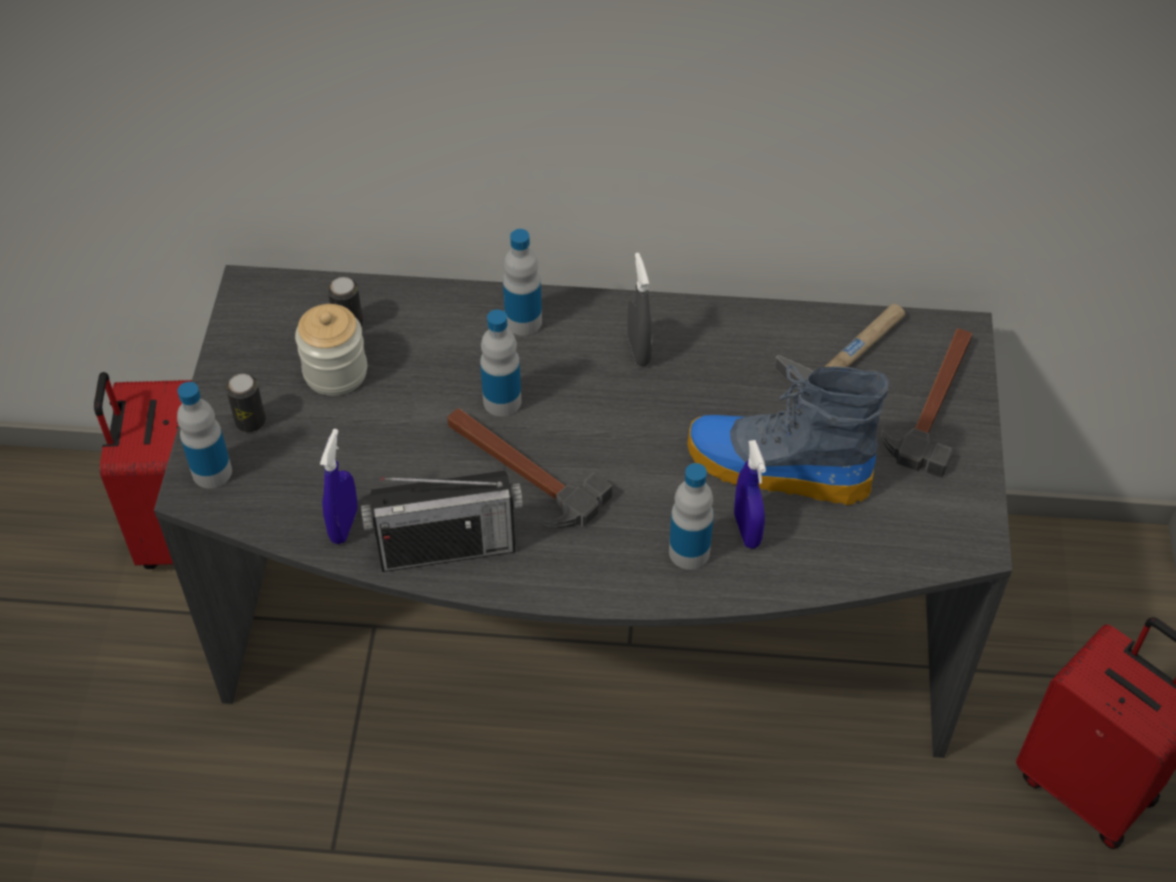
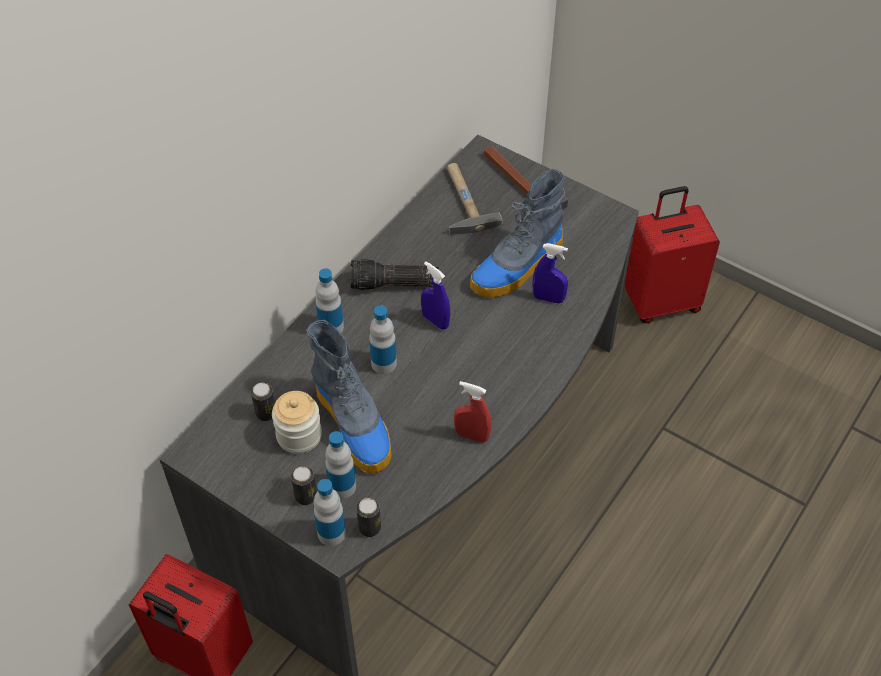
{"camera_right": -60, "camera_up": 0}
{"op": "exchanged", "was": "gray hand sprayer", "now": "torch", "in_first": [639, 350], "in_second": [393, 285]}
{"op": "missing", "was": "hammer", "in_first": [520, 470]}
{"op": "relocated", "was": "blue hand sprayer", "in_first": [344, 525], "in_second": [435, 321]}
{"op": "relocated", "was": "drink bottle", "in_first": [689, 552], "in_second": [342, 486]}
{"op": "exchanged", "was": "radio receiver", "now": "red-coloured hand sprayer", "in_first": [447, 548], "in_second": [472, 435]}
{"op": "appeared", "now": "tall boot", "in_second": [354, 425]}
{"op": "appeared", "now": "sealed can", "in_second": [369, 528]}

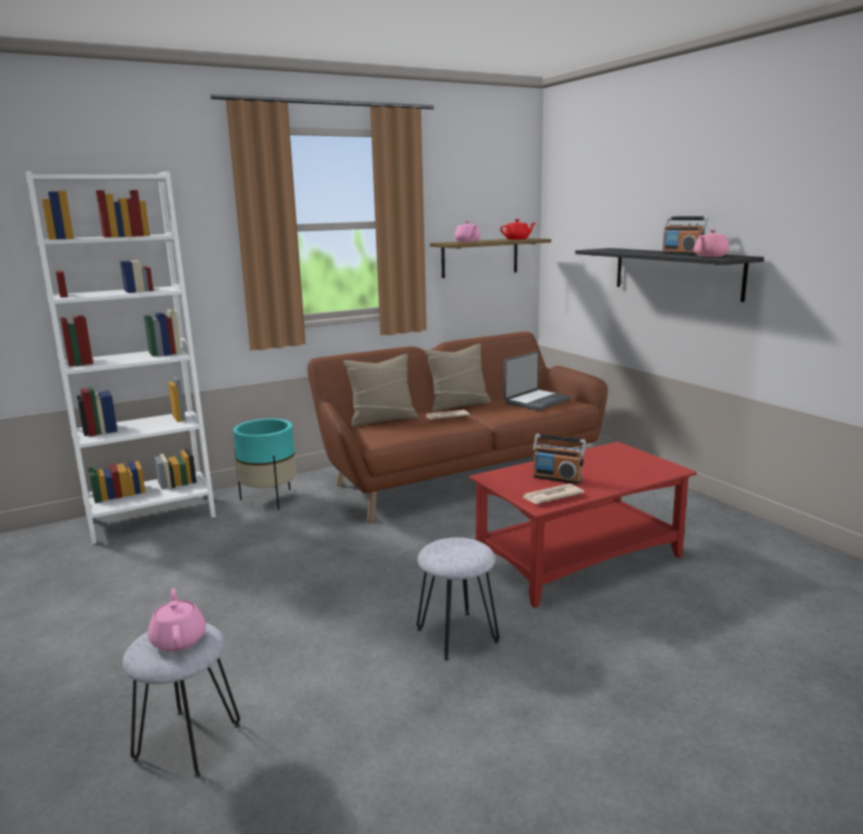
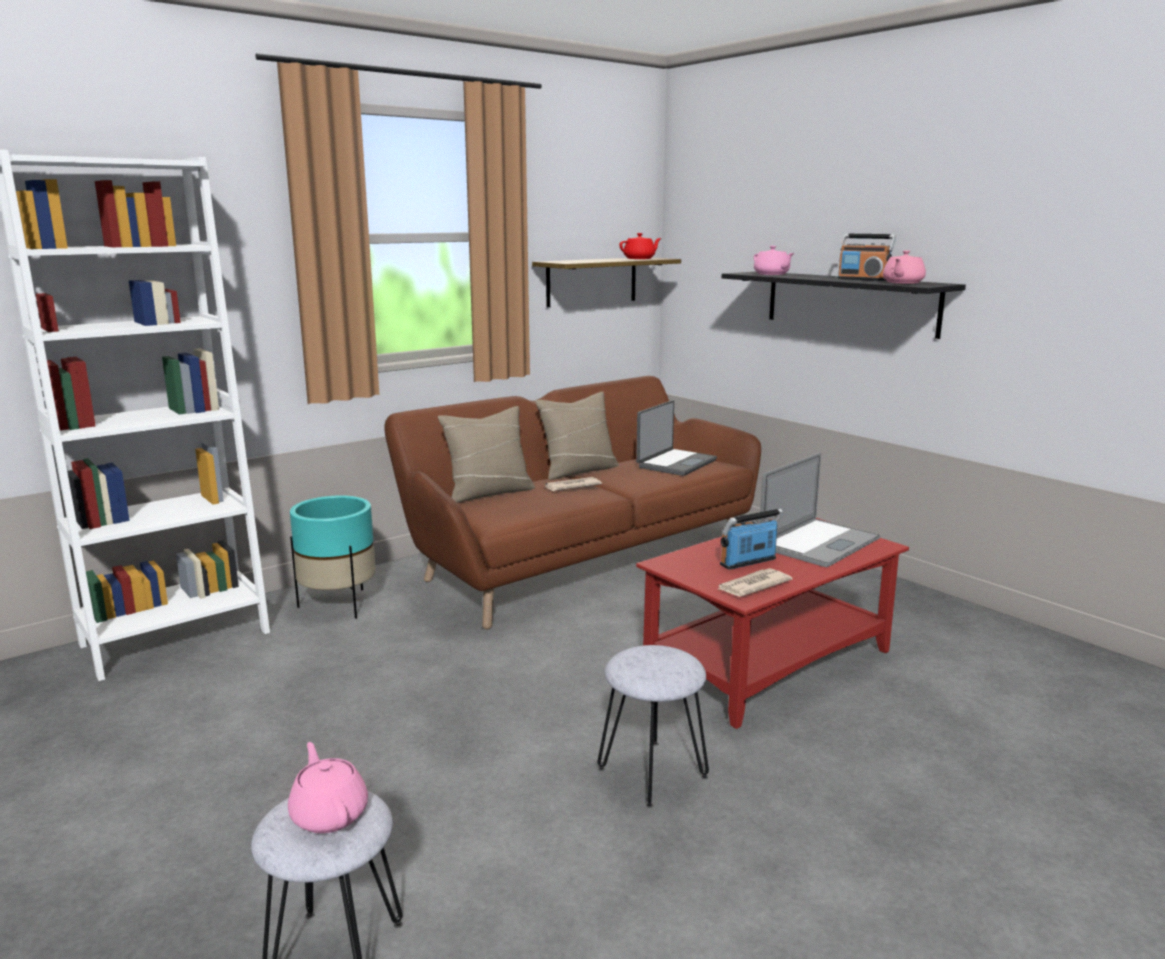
{"camera_right": -10, "camera_up": 0}
{"op": "relocated", "was": "pink-coloured teapot", "in_first": [467, 241], "in_second": [771, 274]}
{"op": "spun", "was": "radio receiver", "in_first": [557, 478], "in_second": [748, 562], "clockwise": 135}
{"op": "appeared", "now": "portable computer", "in_second": [819, 543]}

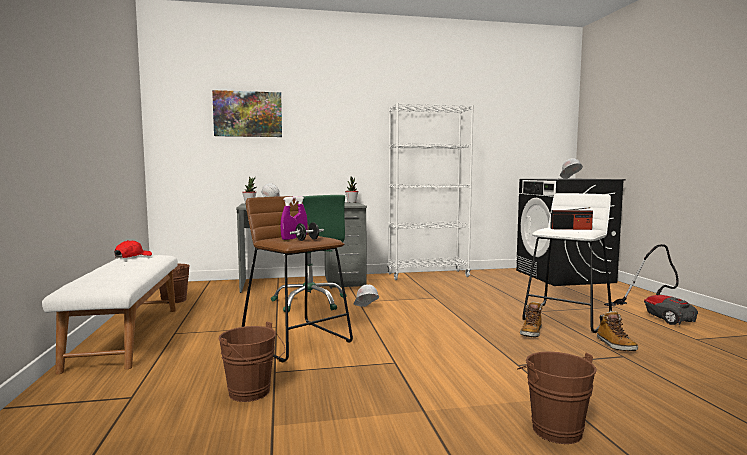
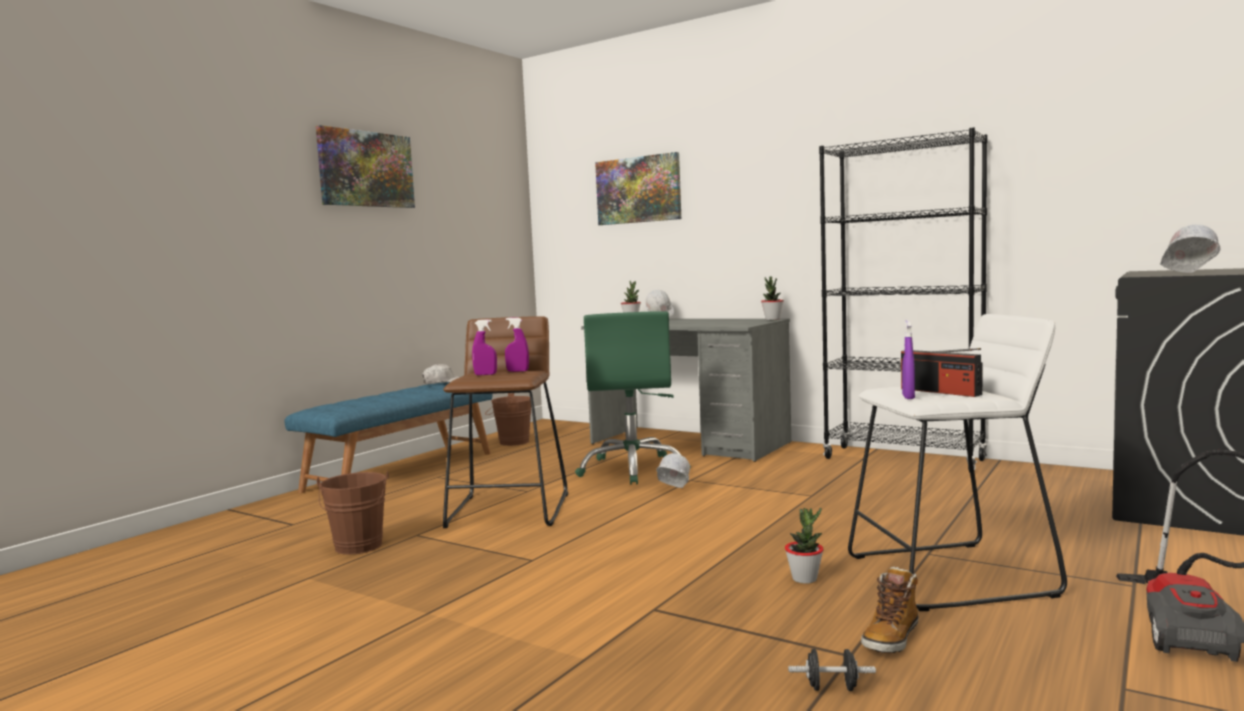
{"camera_right": 45, "camera_up": 0}
{"op": "colour", "was": "white-coloured bookshelf", "now": "black-coloured bookshelf", "in_first": [428, 275], "in_second": [904, 459]}
{"op": "relocated", "was": "black-coloured hand weight", "in_first": [307, 240], "in_second": [832, 688]}
{"op": "colour", "was": "red-coloured cap", "now": "white-coloured cap", "in_first": [133, 256], "in_second": [443, 383]}
{"op": "colour", "was": "white-coloured long seat", "now": "blue long seat", "in_first": [125, 336], "in_second": [401, 471]}
{"op": "exchanged", "was": "tall boot", "now": "potted plant", "in_first": [531, 333], "in_second": [804, 579]}
{"op": "missing", "was": "brownish pail", "in_first": [553, 428]}
{"op": "appeared", "now": "wall picture", "in_second": [366, 169]}
{"op": "appeared", "now": "purplish hand sprayer", "in_second": [908, 397]}

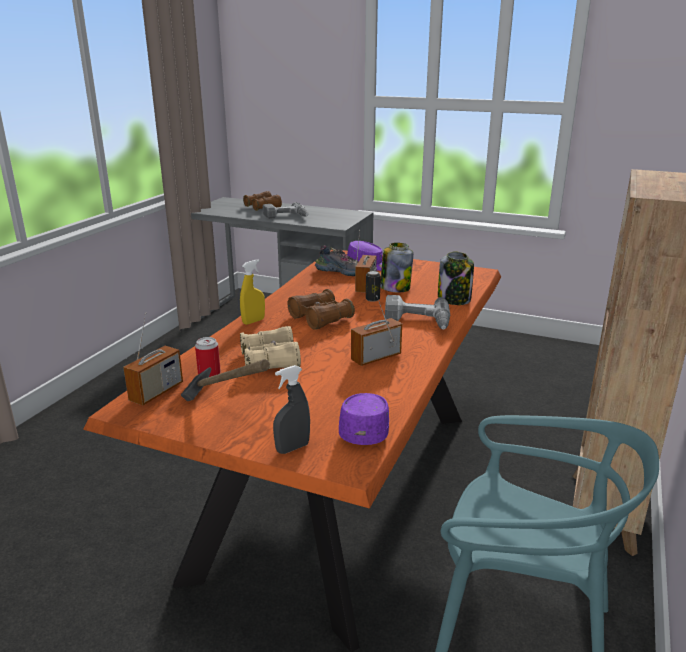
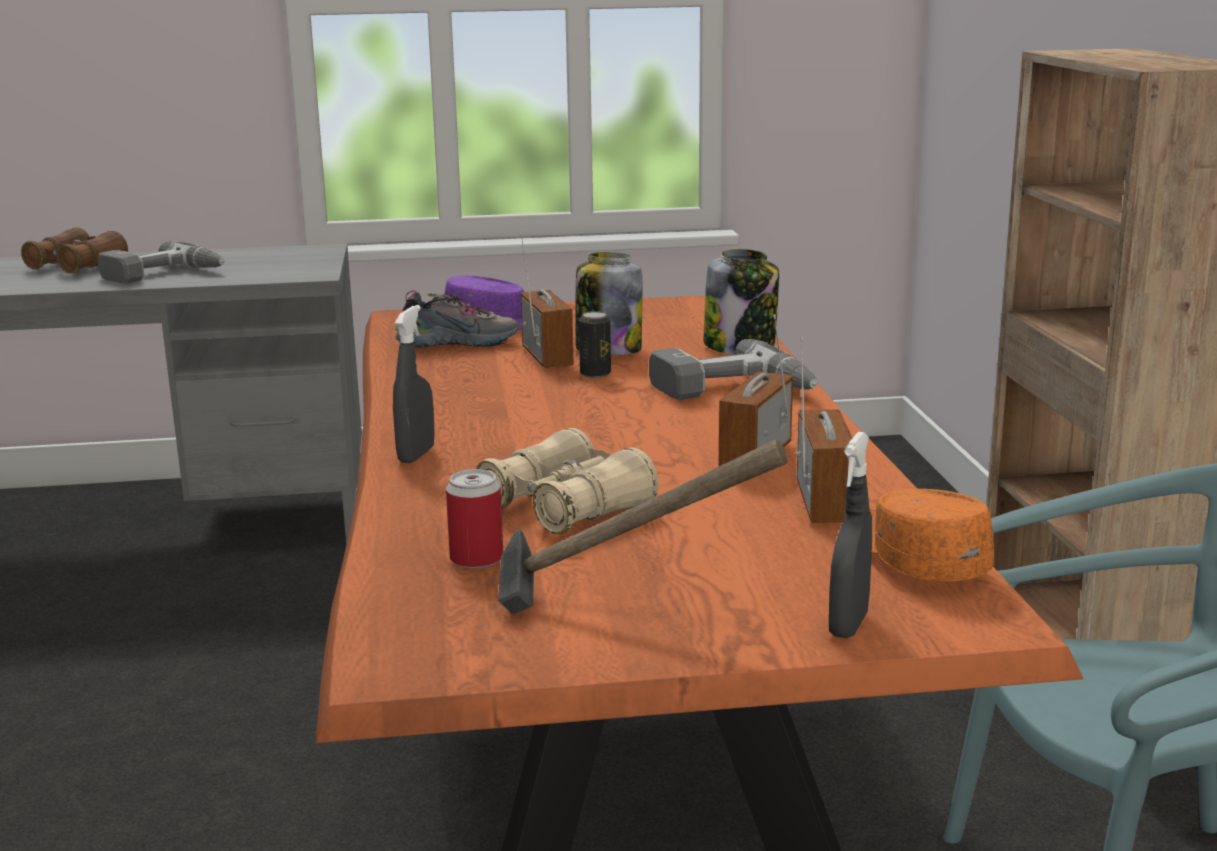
{"camera_right": -30, "camera_up": -5}
{"op": "colour", "was": "yellowish hand sprayer", "now": "gray hand sprayer", "in_first": [253, 321], "in_second": [416, 455]}
{"op": "missing", "was": "brownish pair of binoculars", "in_first": [320, 318]}
{"op": "relocated", "was": "radio receiver", "in_first": [156, 392], "in_second": [824, 503]}
{"op": "colour", "was": "purplish cap", "now": "orange-coloured cap", "in_first": [365, 429], "in_second": [921, 562]}

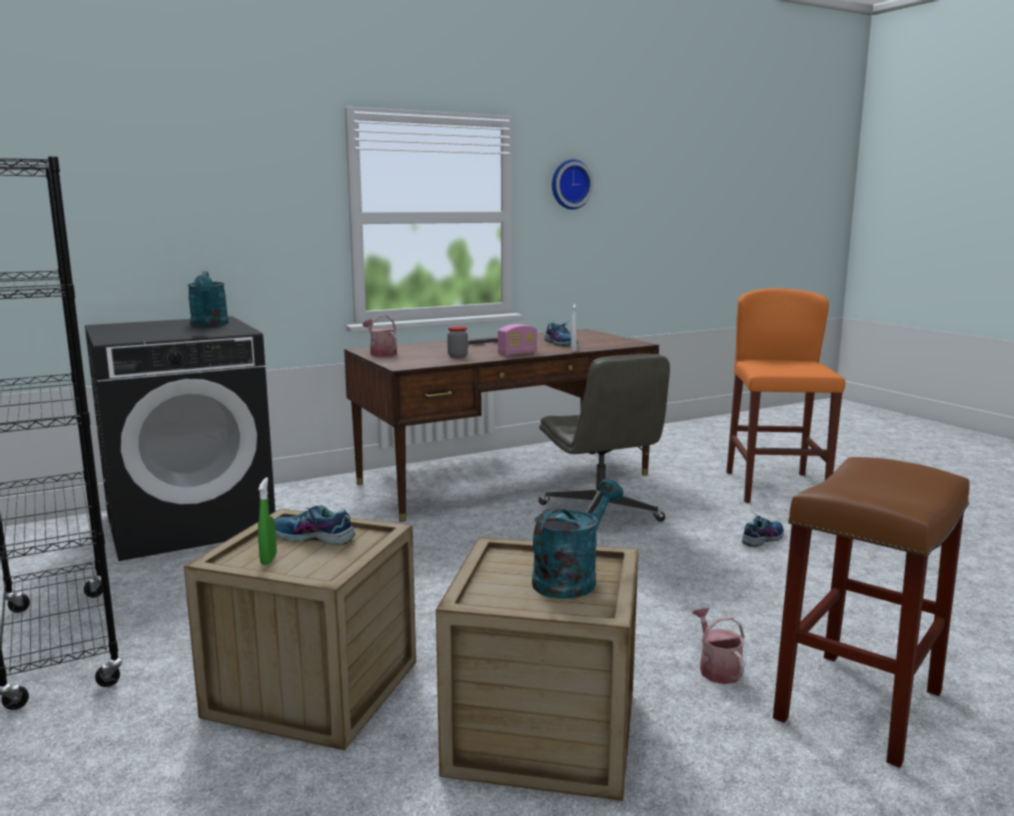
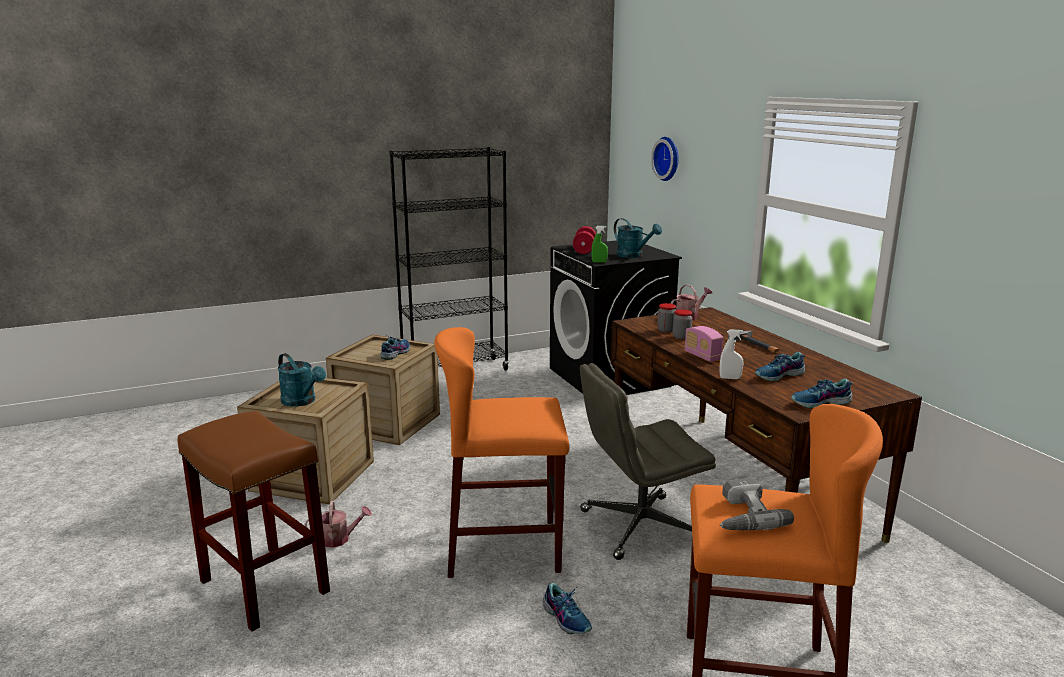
{"camera_right": 95, "camera_up": 5}
{"op": "relocated", "was": "hanging clock", "in_first": [570, 184], "in_second": [668, 158]}
{"op": "spun", "was": "blue-green sprinkling can", "in_first": [209, 324], "in_second": [633, 256], "clockwise": -120}
{"op": "relocated", "was": "greenish hand sprayer", "in_first": [268, 559], "in_second": [599, 262]}
{"op": "appeared", "now": "red-coloured hand weight", "in_second": [584, 250]}
{"op": "appeared", "now": "jar", "in_second": [666, 330]}
{"op": "appeared", "now": "orange-coloured stool seat", "in_second": [503, 547]}
{"op": "appeared", "now": "item of footwear", "in_second": [821, 403]}
{"op": "appeared", "now": "power drill", "in_second": [742, 515]}

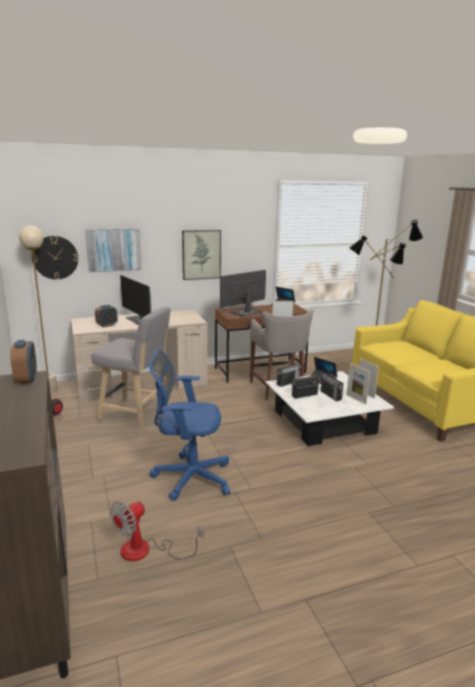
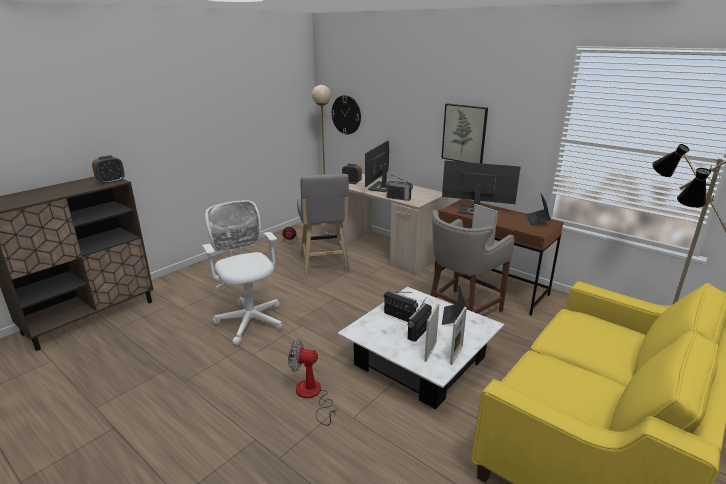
{"camera_right": 60, "camera_up": 5}
{"op": "missing", "was": "wall picture", "in_first": [113, 249]}
{"op": "colour", "was": "blue desk chair", "now": "white-coloured desk chair", "in_first": [189, 477], "in_second": [249, 319]}
{"op": "relocated", "was": "radio receiver", "in_first": [287, 383], "in_second": [398, 198]}
{"op": "relocated", "was": "cooling fan", "in_first": [146, 551], "in_second": [312, 395]}

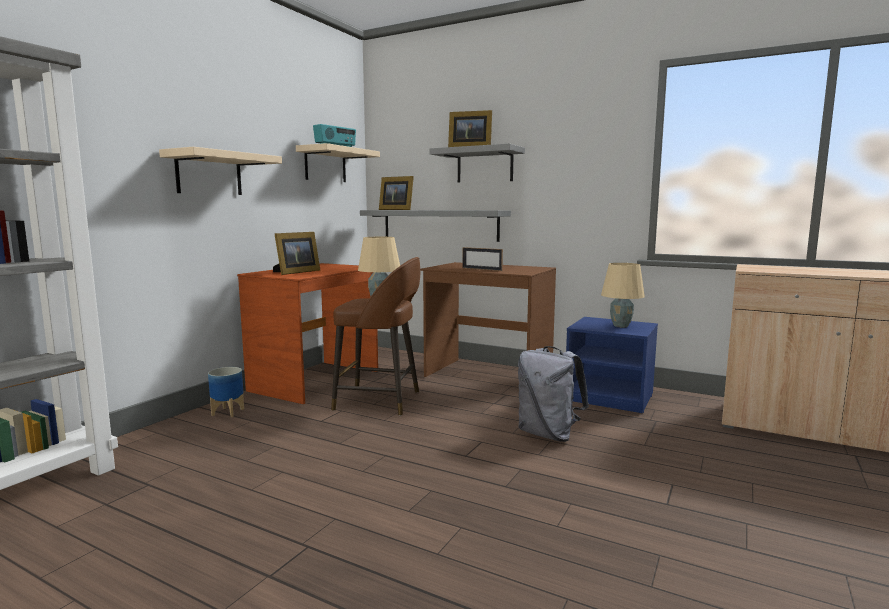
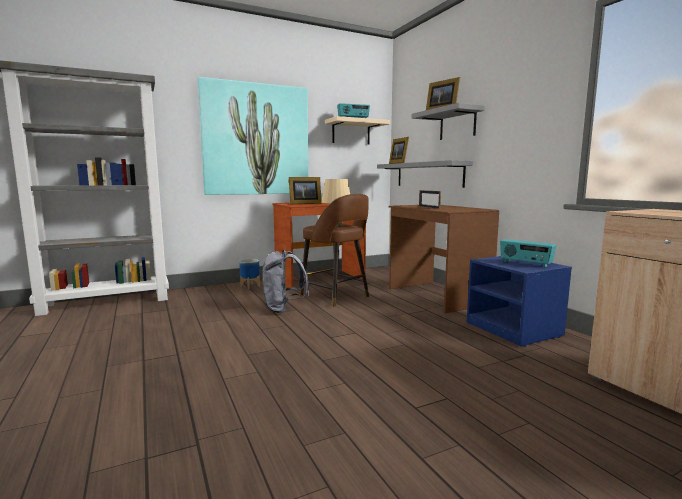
{"camera_right": 35, "camera_up": 0}
{"op": "exchanged", "was": "beige-coloured shelf", "now": "wall picture", "in_first": [209, 174], "in_second": [256, 140]}
{"op": "exchanged", "was": "beige-coloured table lamp", "now": "radio receiver", "in_first": [621, 325], "in_second": [525, 263]}
{"op": "relocated", "was": "gray backpack", "in_first": [548, 434], "in_second": [283, 309]}

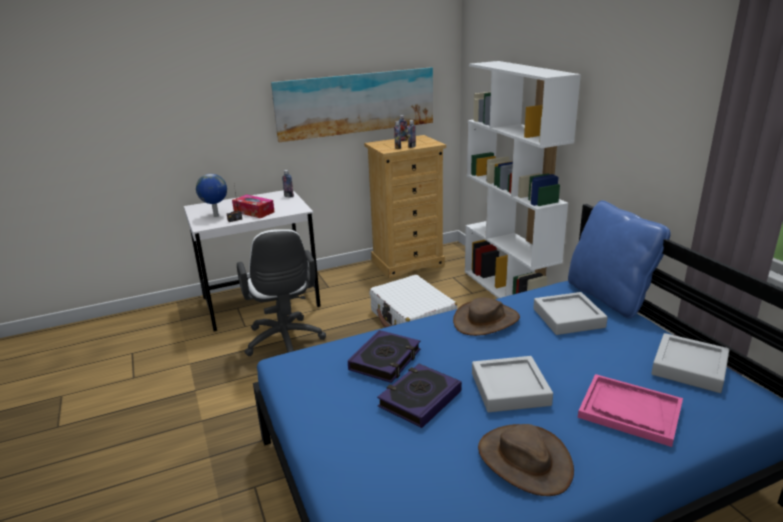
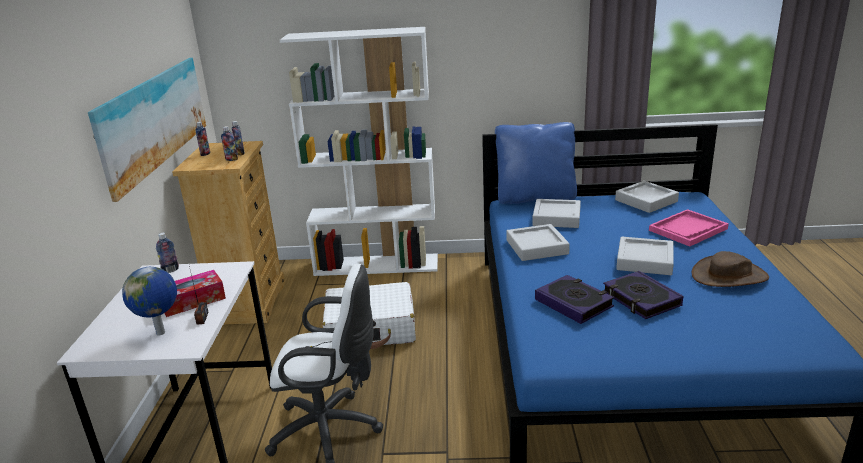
{"camera_right": -65, "camera_up": 0}
{"op": "exchanged", "was": "brownish wearable hat", "now": "gray tray", "in_first": [486, 320], "in_second": [537, 247]}

